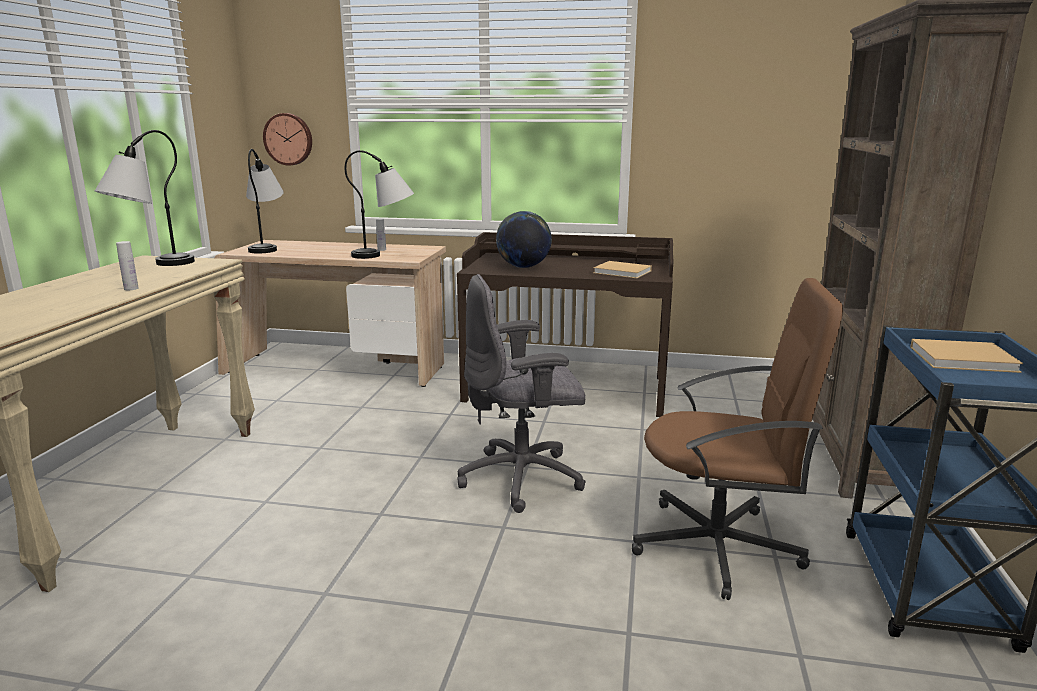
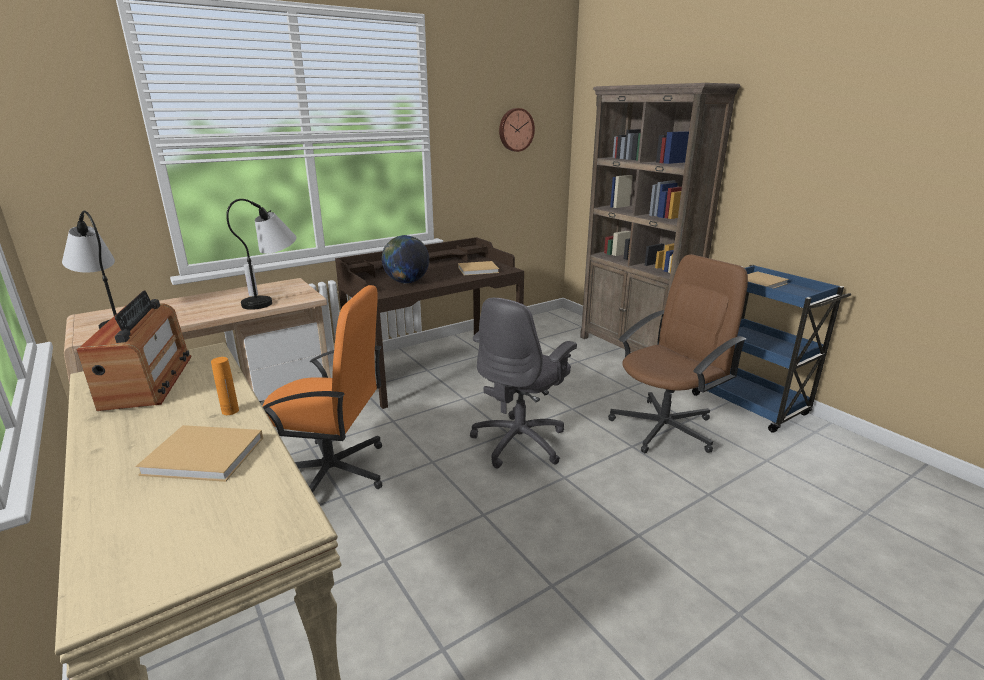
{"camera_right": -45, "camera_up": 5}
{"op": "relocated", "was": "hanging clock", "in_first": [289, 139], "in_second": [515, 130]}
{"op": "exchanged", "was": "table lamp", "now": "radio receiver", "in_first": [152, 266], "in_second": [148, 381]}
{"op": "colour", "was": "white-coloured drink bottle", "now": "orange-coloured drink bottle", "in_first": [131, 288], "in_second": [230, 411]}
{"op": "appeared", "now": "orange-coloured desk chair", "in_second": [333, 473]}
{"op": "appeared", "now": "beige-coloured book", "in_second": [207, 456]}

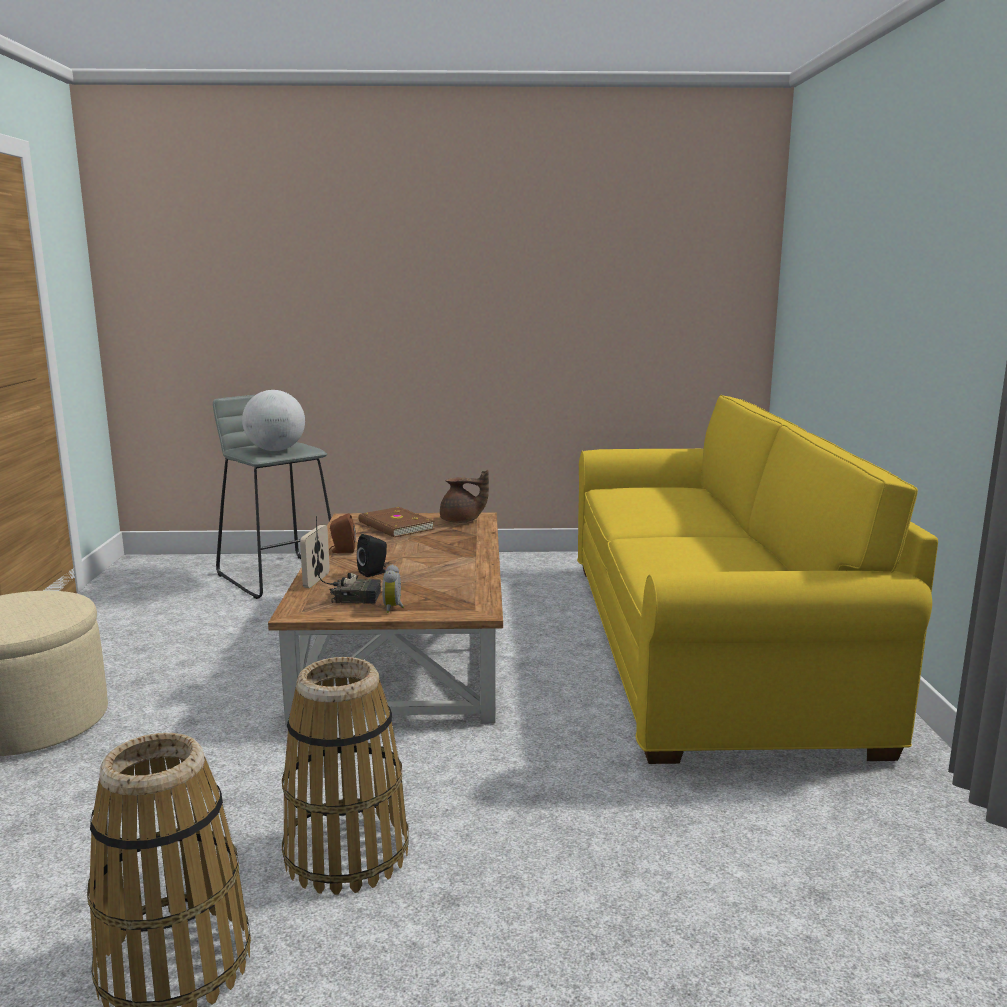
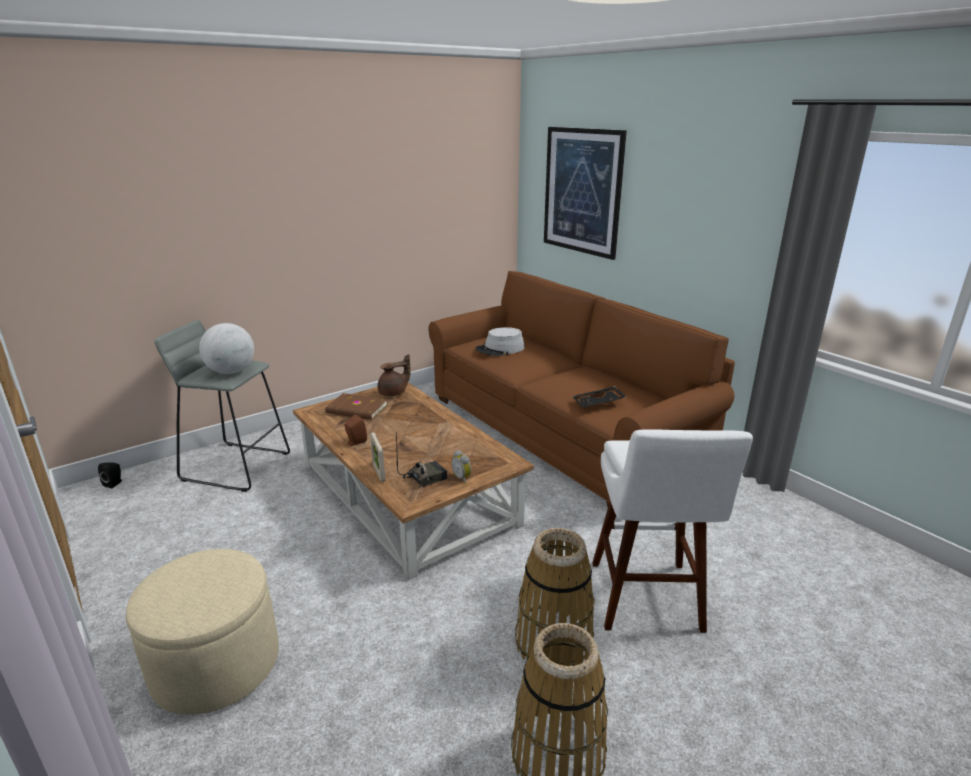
{"camera_right": -35, "camera_up": 10}
{"op": "colour", "was": "yellowish couch", "now": "brownish couch", "in_first": [704, 643], "in_second": [561, 432]}
{"op": "relocated", "was": "black-coloured speaker", "in_first": [374, 573], "in_second": [114, 483]}
{"op": "appeared", "now": "wall picture", "in_second": [582, 191]}
{"op": "appeared", "now": "gray wearable hat", "in_second": [500, 349]}
{"op": "appeared", "now": "black-coloured tray", "in_second": [598, 403]}
{"op": "appeared", "now": "white-coloured stool seat", "in_second": [647, 601]}

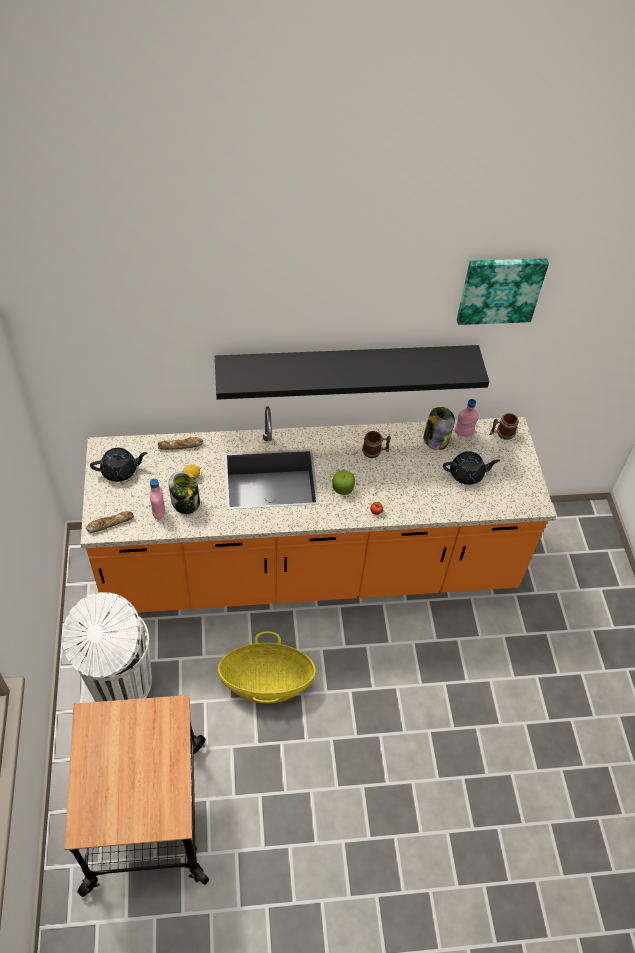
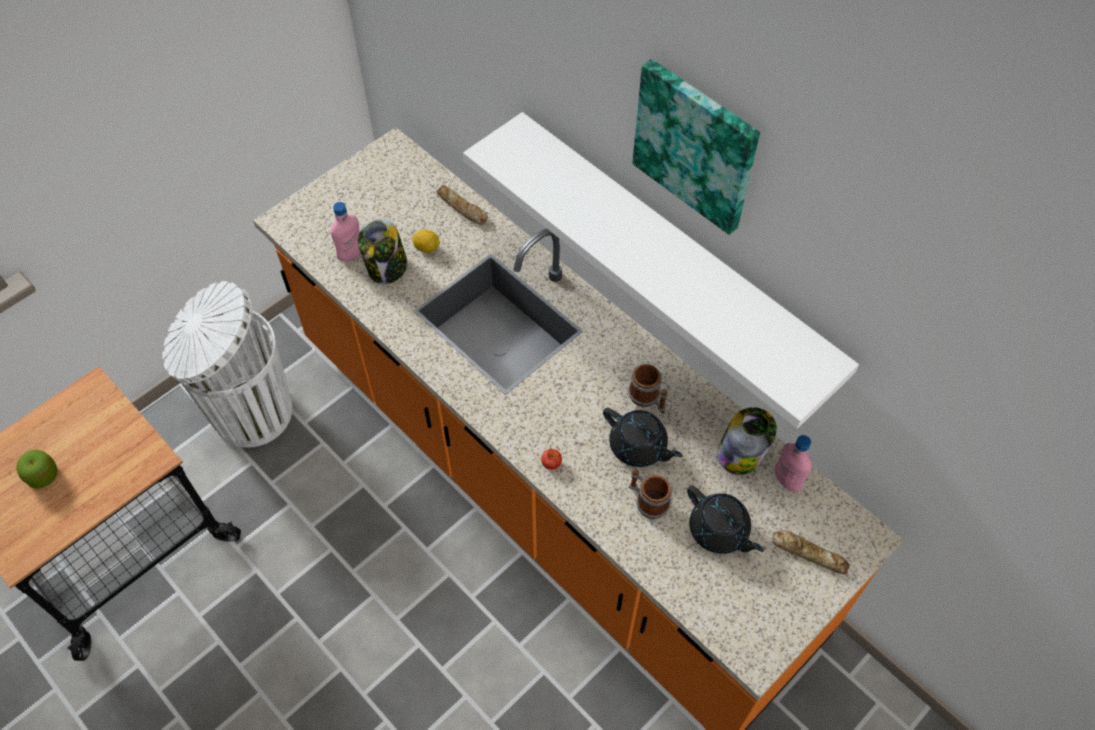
{"camera_right": 55, "camera_up": 5}
{"op": "relocated", "was": "wall picture", "in_first": [500, 289], "in_second": [696, 145]}
{"op": "colour", "was": "black-coloured shelf", "now": "white-coloured shelf", "in_first": [346, 367], "in_second": [672, 253]}
{"op": "relocated", "was": "coffee mug", "in_first": [501, 433], "in_second": [647, 501]}
{"op": "relocated", "was": "black-coloured teapot", "in_first": [120, 471], "in_second": [638, 447]}
{"op": "relocated", "was": "apple fruit", "in_first": [342, 488], "in_second": [43, 476]}
{"op": "relocated", "was": "baked bread", "in_first": [110, 523], "in_second": [809, 553]}
{"op": "missing", "was": "storage basket", "in_first": [266, 682]}

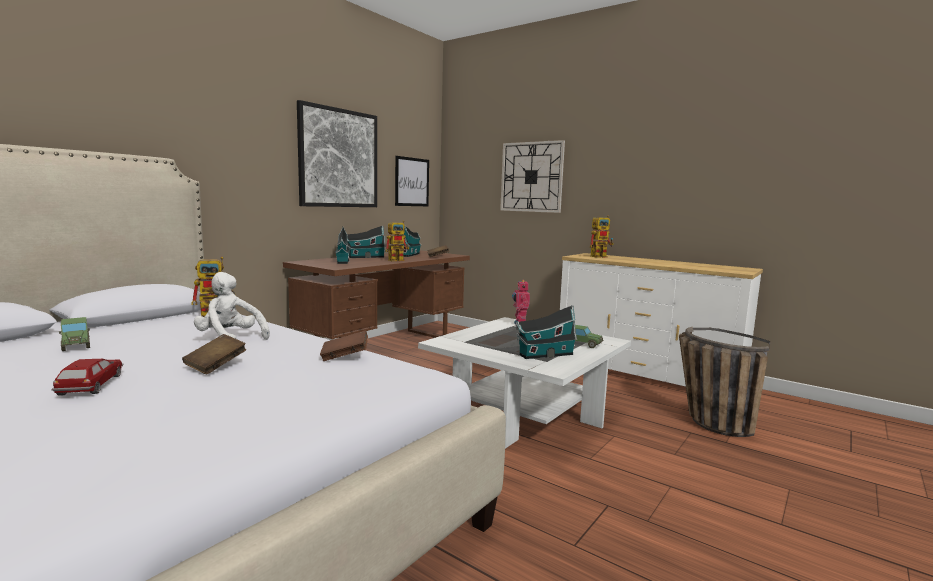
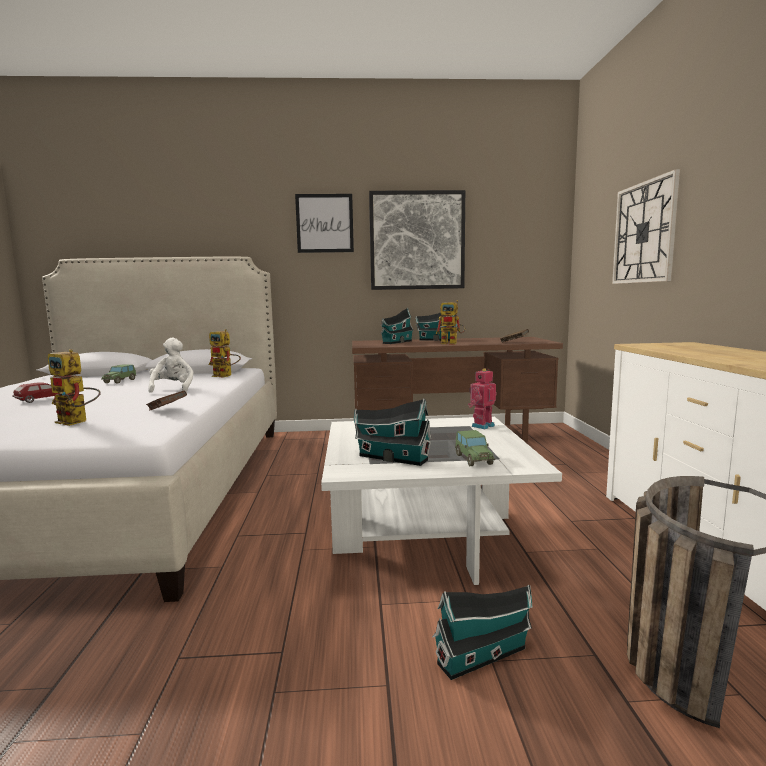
{"camera_right": 50, "camera_up": 0}
{"op": "relocated", "was": "wall picture", "in_first": [412, 182], "in_second": [324, 223]}
{"op": "relocated", "was": "toy robot", "in_first": [600, 256], "in_second": [78, 422]}
{"op": "relocated", "was": "toy house", "in_first": [410, 255], "in_second": [485, 655]}
{"op": "missing", "was": "brownish book", "in_first": [216, 366]}

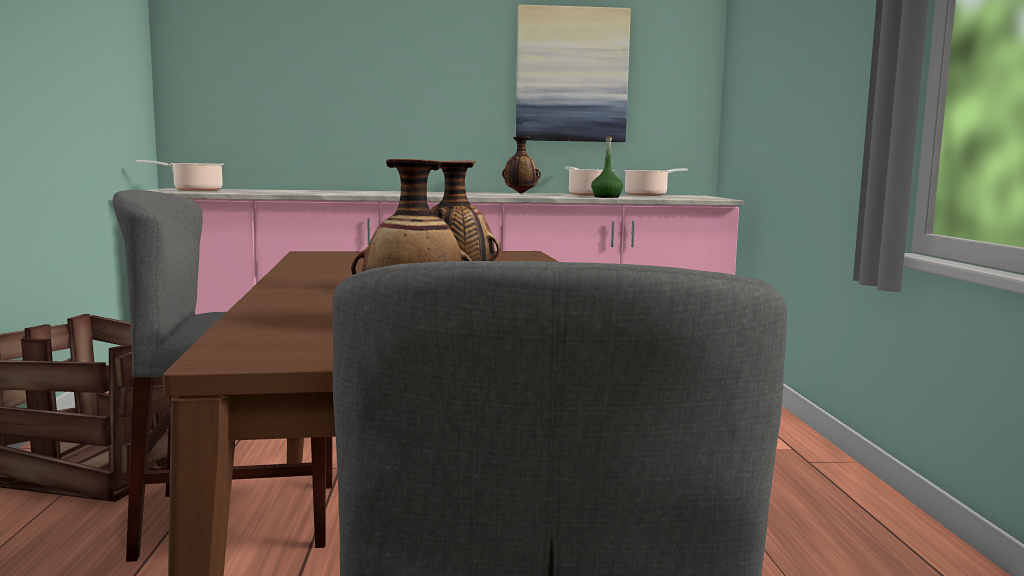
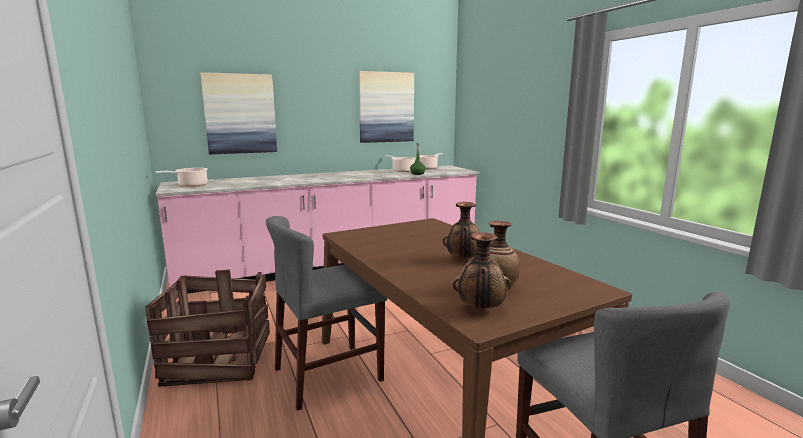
{"camera_right": -20, "camera_up": 5}
{"op": "relocated", "was": "vase", "in_first": [520, 193], "in_second": [480, 309]}
{"op": "appeared", "now": "wall picture", "in_second": [240, 114]}

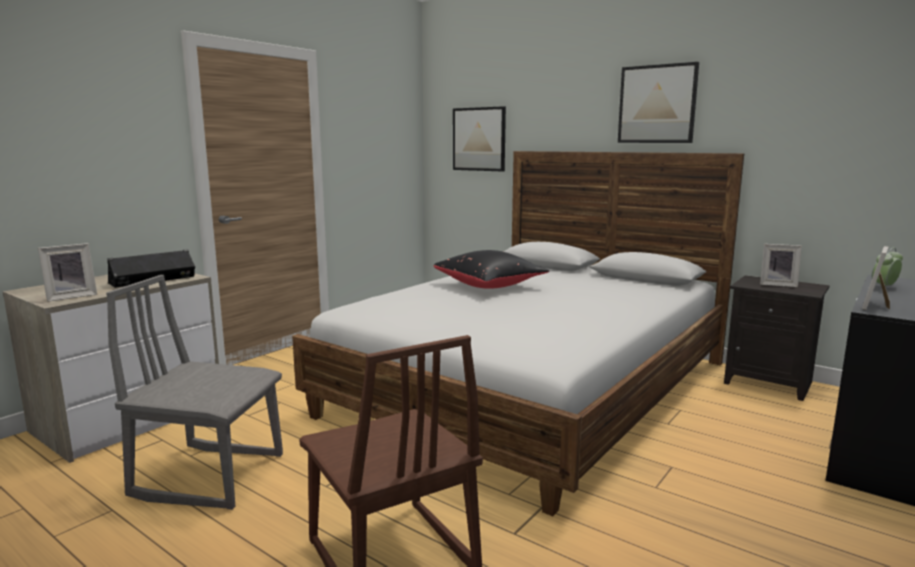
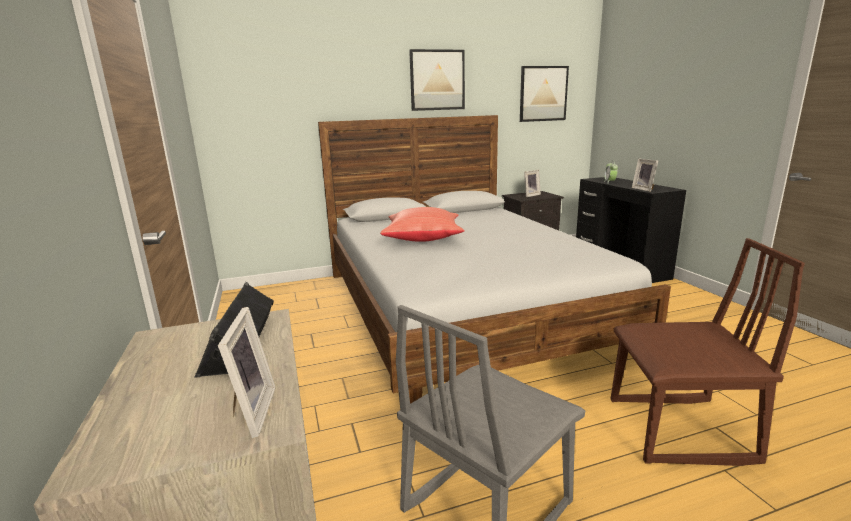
{"camera_right": -55, "camera_up": 5}
{"op": "relocated", "was": "wall picture", "in_first": [479, 139], "in_second": [543, 94]}
{"op": "colour", "was": "black-coloured throw pillow", "now": "red-coloured throw pillow", "in_first": [490, 286], "in_second": [423, 238]}

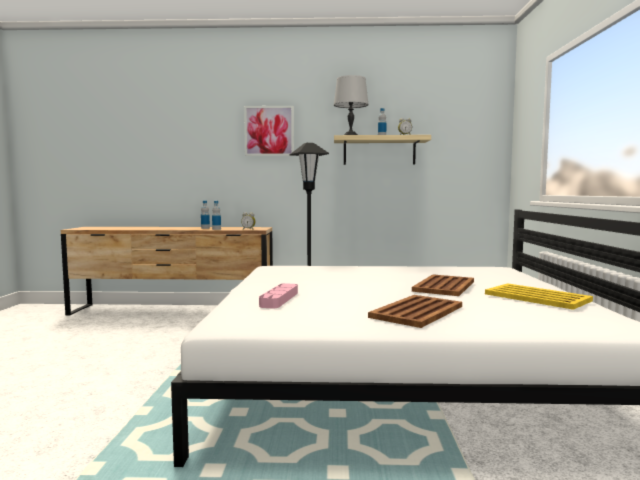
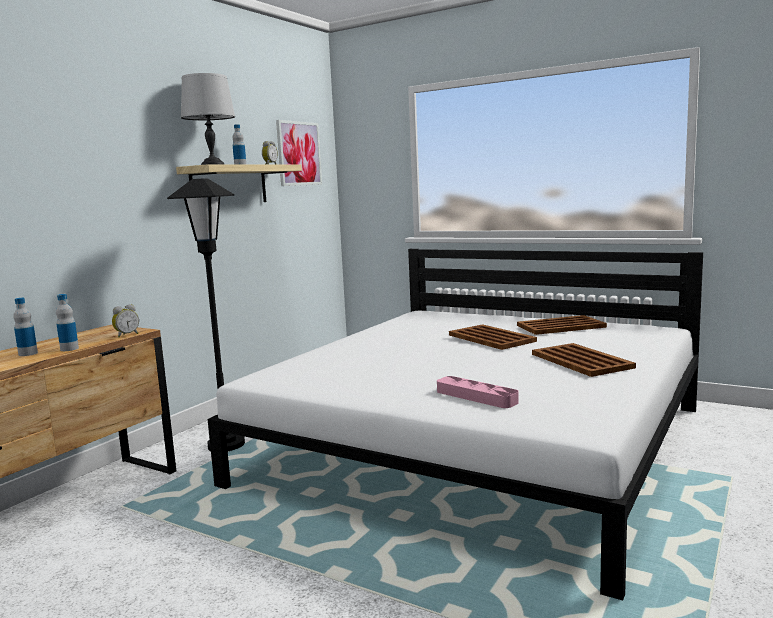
{"camera_right": -60, "camera_up": 5}
{"op": "relocated", "was": "wall picture", "in_first": [269, 131], "in_second": [299, 153]}
{"op": "colour", "was": "yellowish tray", "now": "brownish tray", "in_first": [537, 297], "in_second": [561, 326]}

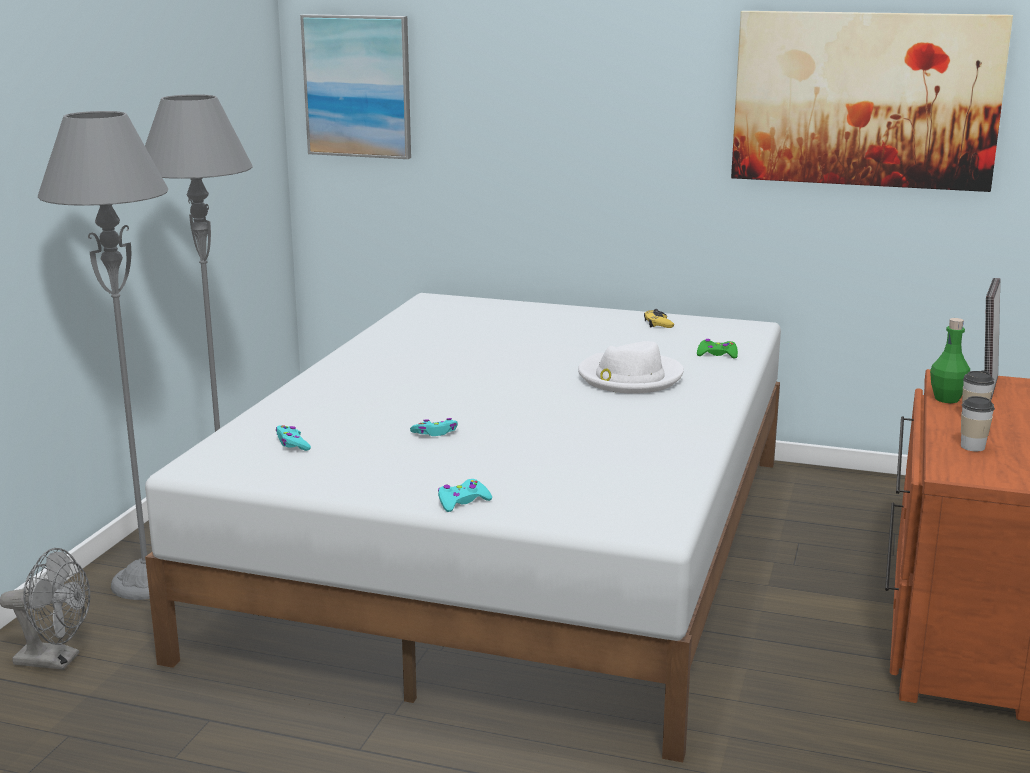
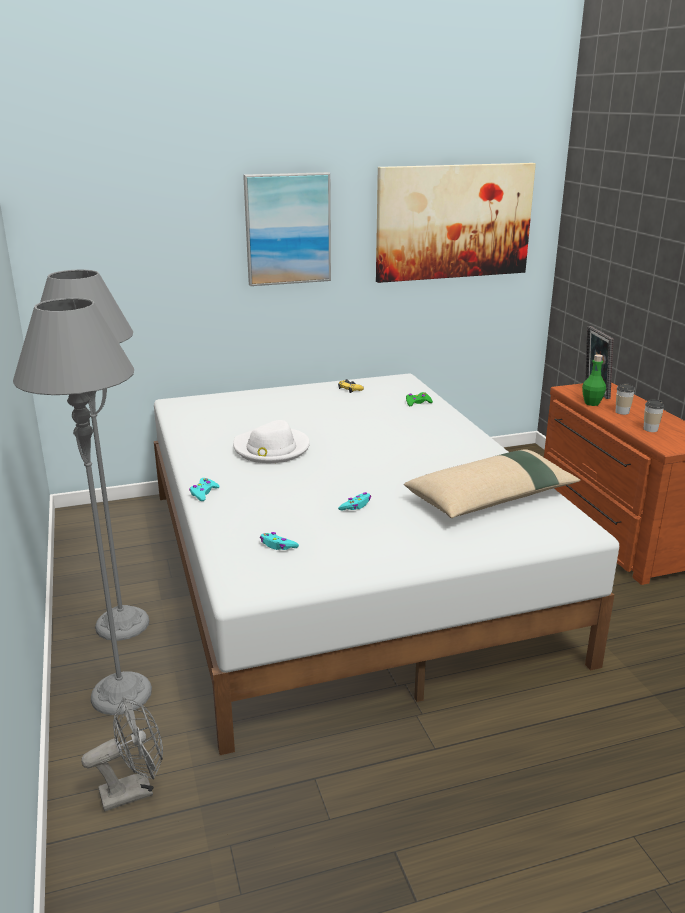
{"camera_right": -35, "camera_up": 5}
{"op": "relocated", "was": "wall picture", "in_first": [358, 86], "in_second": [287, 229]}
{"op": "relocated", "was": "white-coloured wearable hat", "in_first": [629, 378], "in_second": [271, 449]}
{"op": "relocated", "was": "blue-green gamepad", "in_first": [462, 502], "in_second": [203, 493]}
{"op": "appeared", "now": "beige-coloured throw pillow", "in_second": [492, 497]}

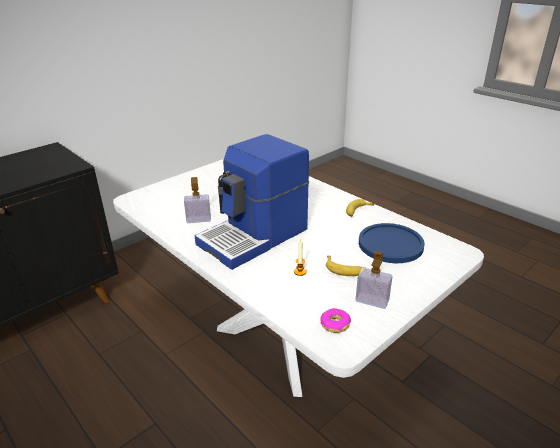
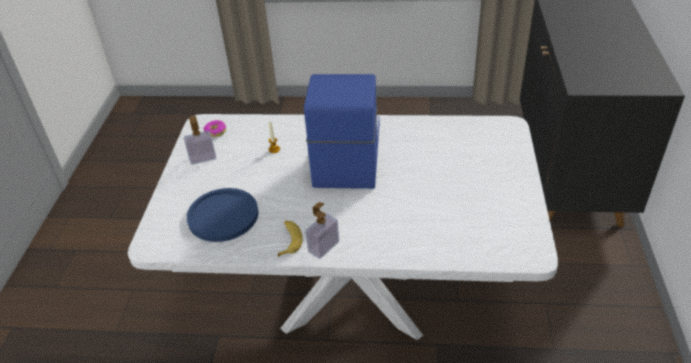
{"camera_right": 140, "camera_up": 10}
{"op": "relocated", "was": "soap dispenser", "in_first": [198, 219], "in_second": [323, 247]}
{"op": "missing", "was": "banana fruit", "in_first": [345, 270]}

